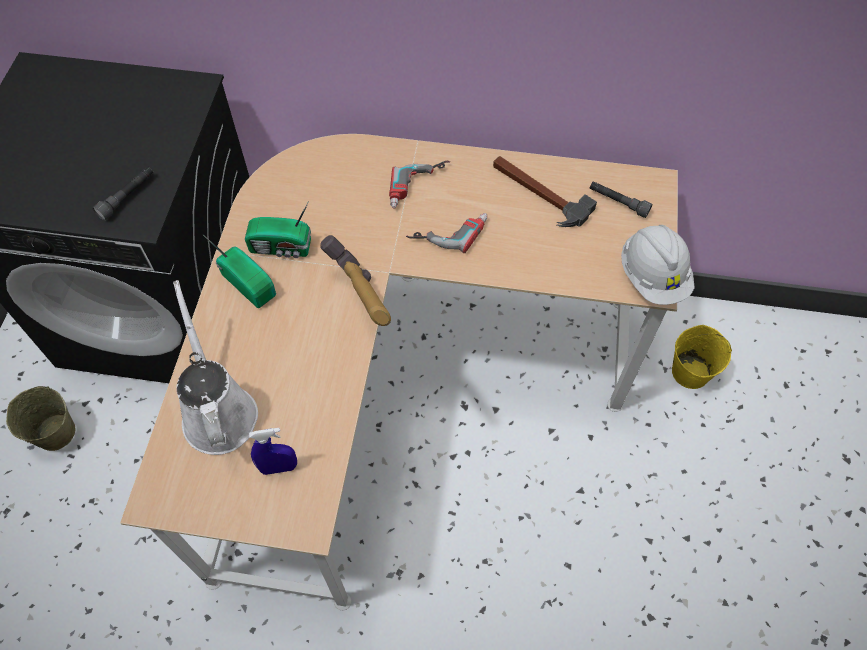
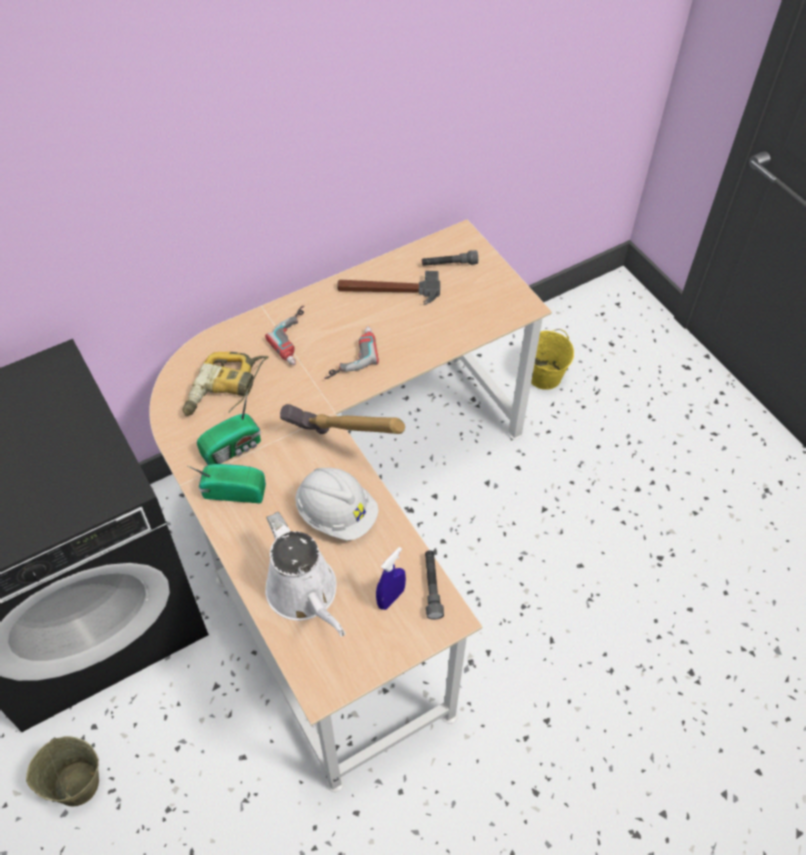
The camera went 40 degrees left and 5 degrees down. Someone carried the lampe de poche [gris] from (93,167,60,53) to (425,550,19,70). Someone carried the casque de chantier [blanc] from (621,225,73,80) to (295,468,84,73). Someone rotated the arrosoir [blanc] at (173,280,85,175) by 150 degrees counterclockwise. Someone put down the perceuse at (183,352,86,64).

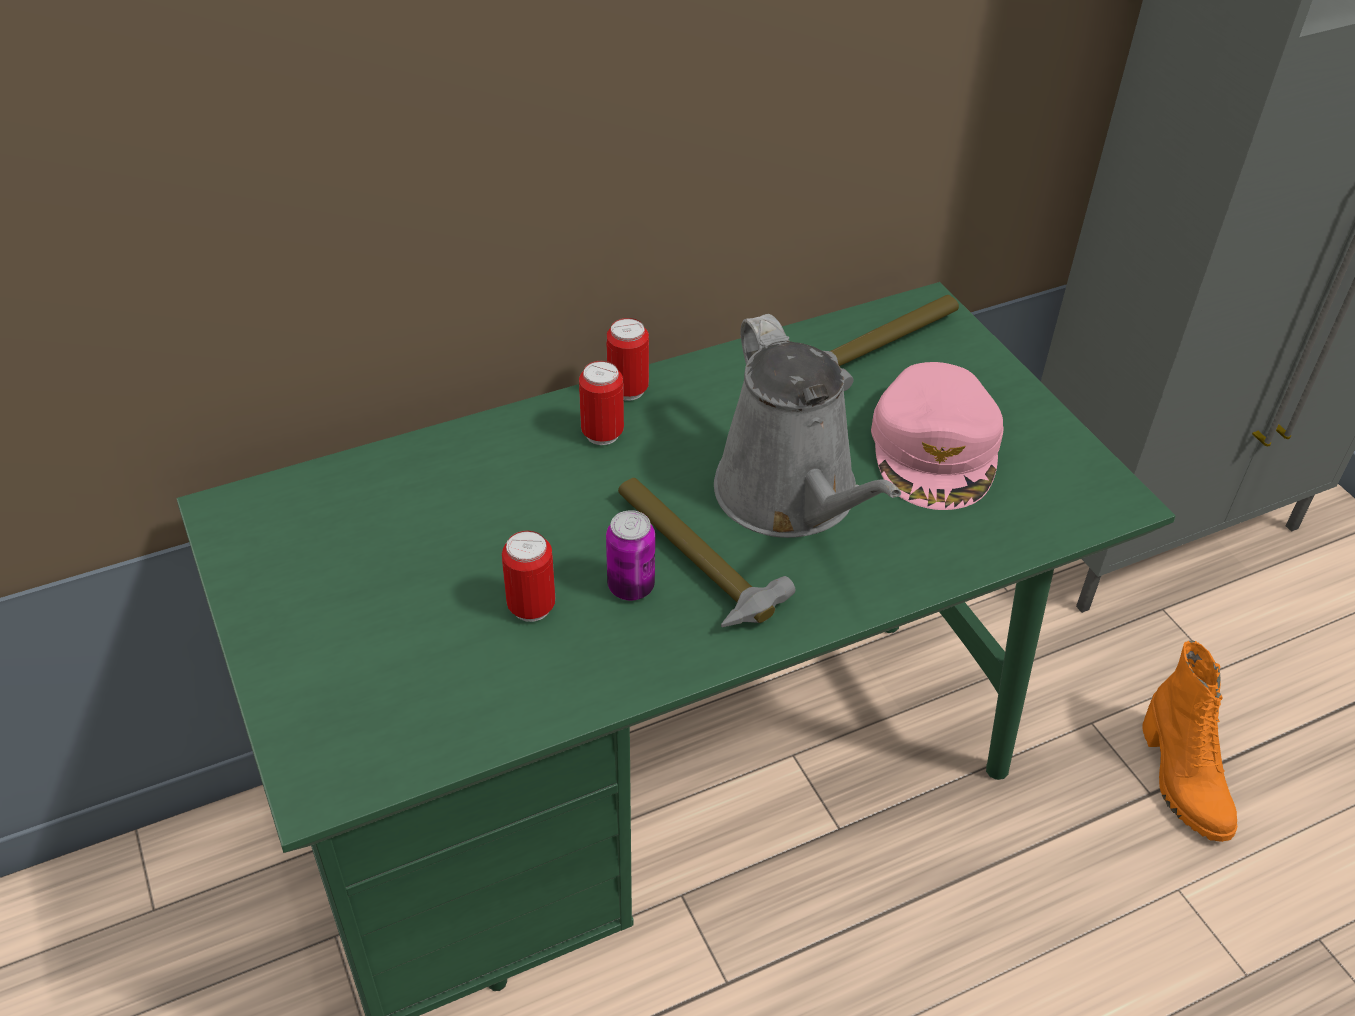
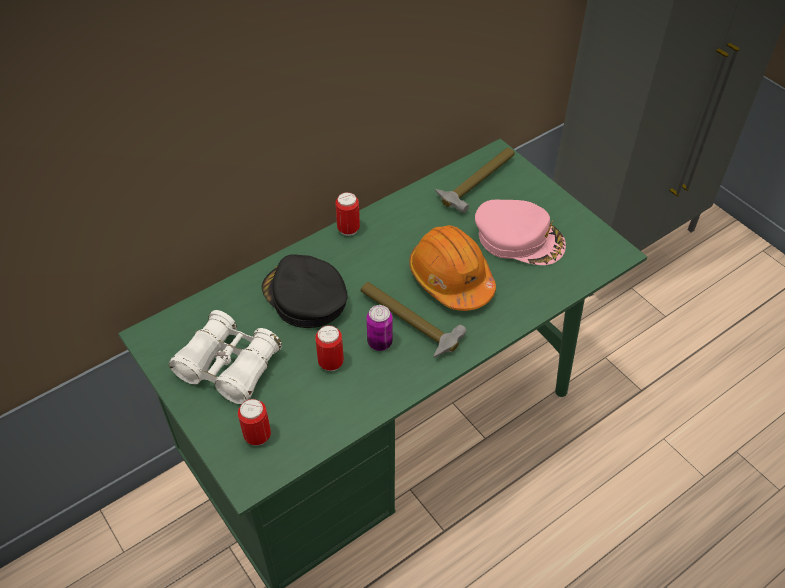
The camera went 10 degrees left and 5 degrees up. Someone swapped the arrosoir [gris] at (714,314,187,224) for the casque de chantier [orange] at (409,225,87,86). Someone carried the boîte métallique from (579,361,45,84) to (238,399,33,47). Someone rotated the casquette [rose] at (871,362,133,148) by 60 degrees counterclockwise. Someone took away the botte [orange] at (1142,641,95,201). Someone put down the casquette [noir] at (262,254,86,74). Someone put down the jumelles [blanc] at (169,310,113,94).

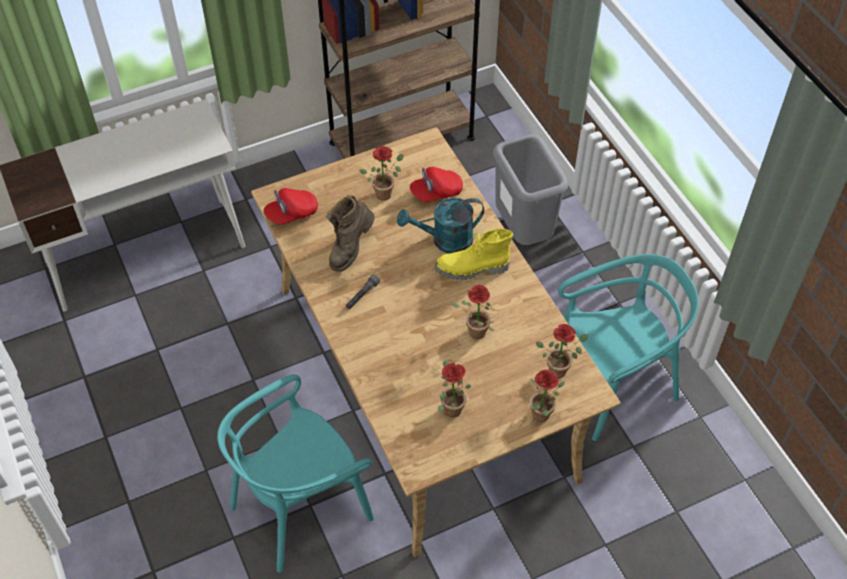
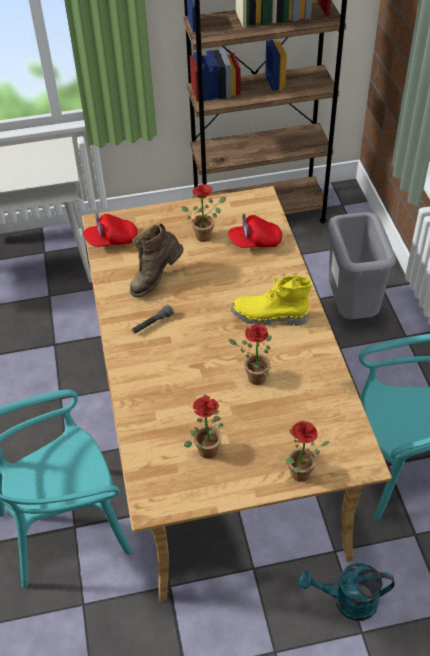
The camera went 15 degrees right and 5 degrees down. Someone carried the arrosoir [turquoise] from (397,198,87,55) to (298,563,97,58). Someone took away the plante en pot at (536,324,52,54).

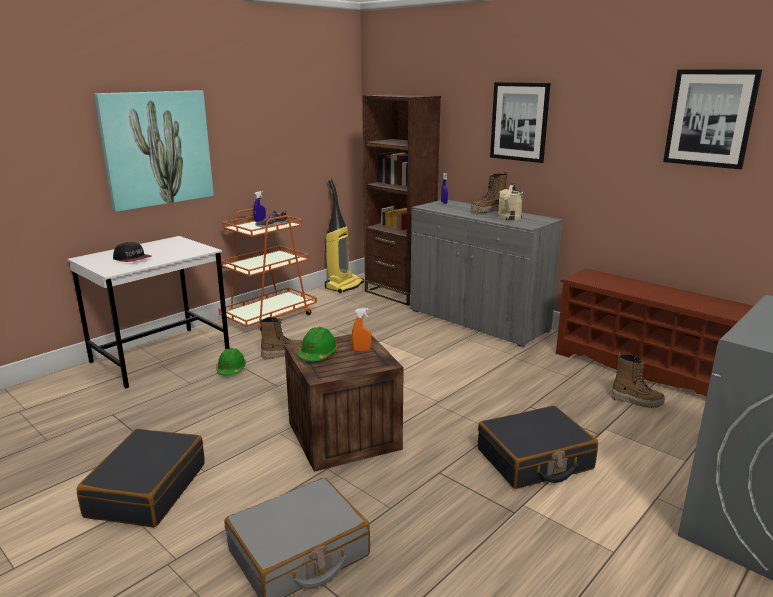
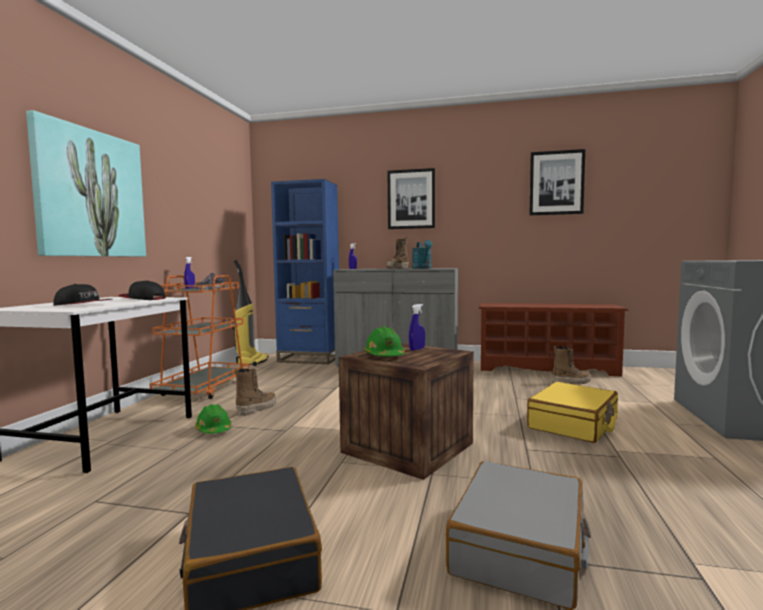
The camera went 30 degrees left and 15 degrees down. Someone repainted the bibliothèque [marron] at (363,94,78,212), which became the bibliothèque [bleu] at (271,179,68,185). Someone repainted the arrosoir [beige] at (498,183,25,37), which became the arrosoir [turquoise] at (412,240,21,29). Someone repainted the vaporisateur [orange] at (352,308,20,43), which became the vaporisateur [bleu] at (409,304,16,47). Someone repainted the valise [noir] at (478,406,120,83), which became the valise [jaune] at (527,382,91,61). Someone put down the casquette at (118,280,48,20).

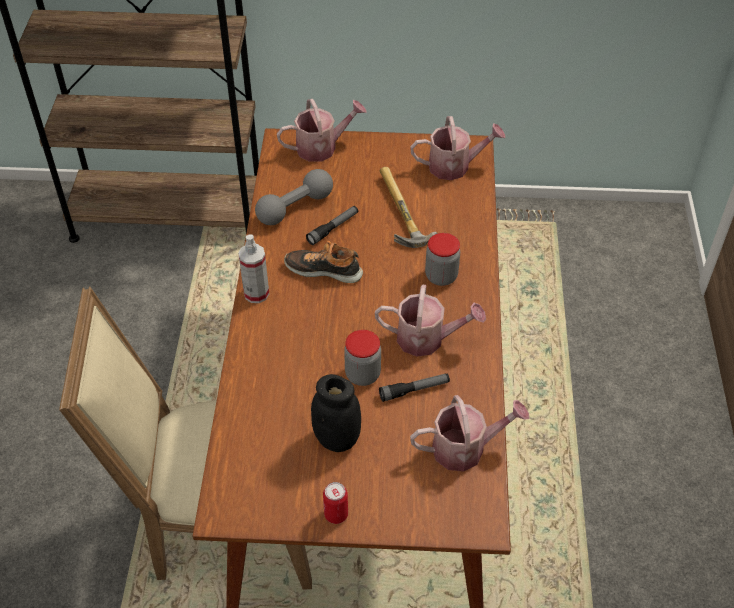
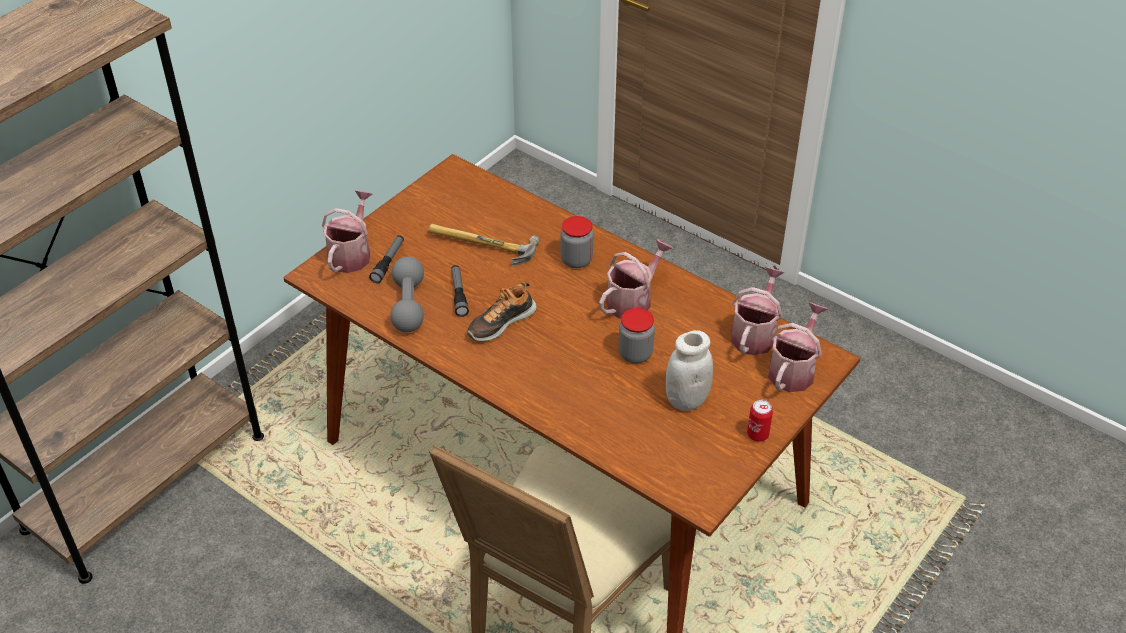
The camera went 55 degrees left and 5 degrees down. Someone carried the arrosoir from (410,116,95,64) to (768,302,60,90). Someone took away the vaporisateur at (238,234,31,69). Someone repainted the bocal [noir] at (311,374,50,78), which became the bocal [blanc] at (666,330,47,81). Someone carried the lampe de poche from (379,374,71,28) to (369,235,35,48).

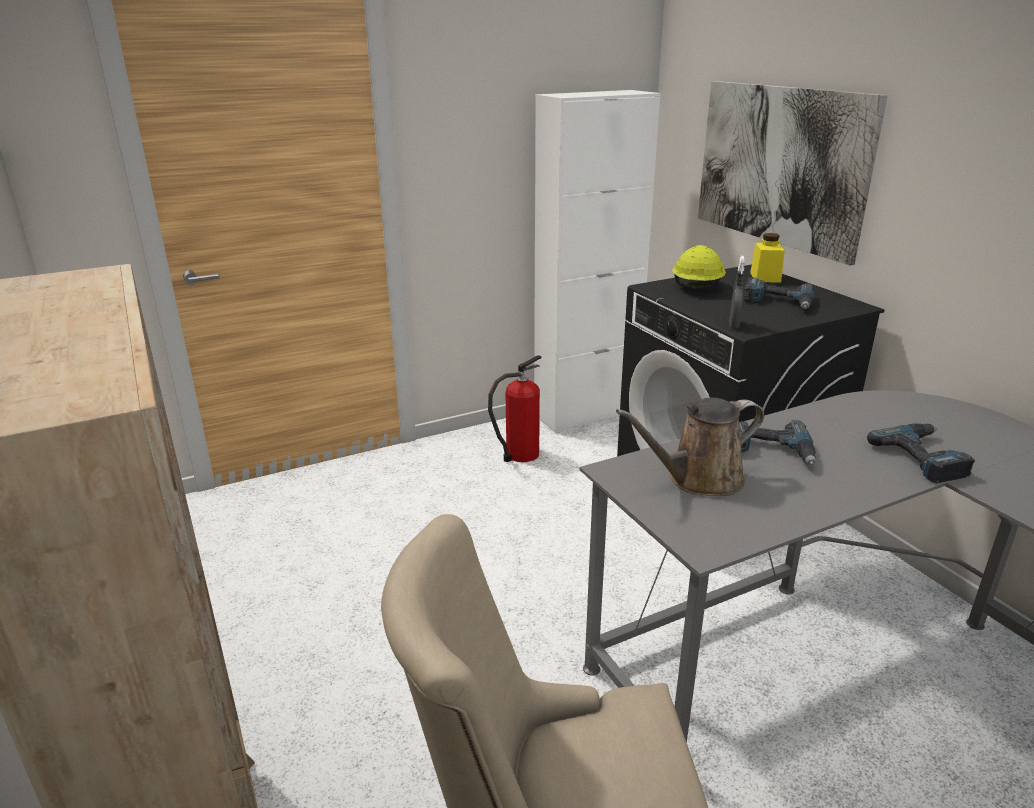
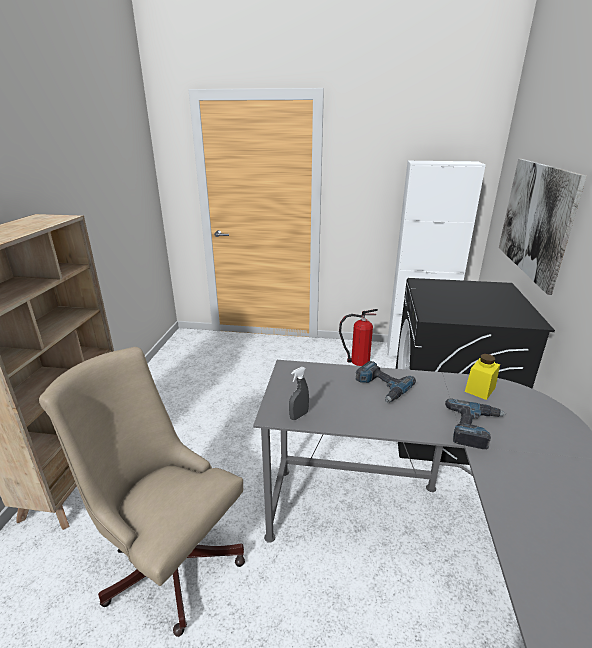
The camera went 35 degrees right and 0 degrees up. Someone carried the bocal [jaune] from (750,233,35,50) to (465,354,35,46). Someone took away the casque de chantier [jaune] at (672,245,54,45). Someone carried the vaporisateur [gris] from (729,256,16,73) to (289,367,20,53). Someone took away the perceuse at (743,277,71,32). Someone took away the arrosoir [marron] at (616,398,148,98).

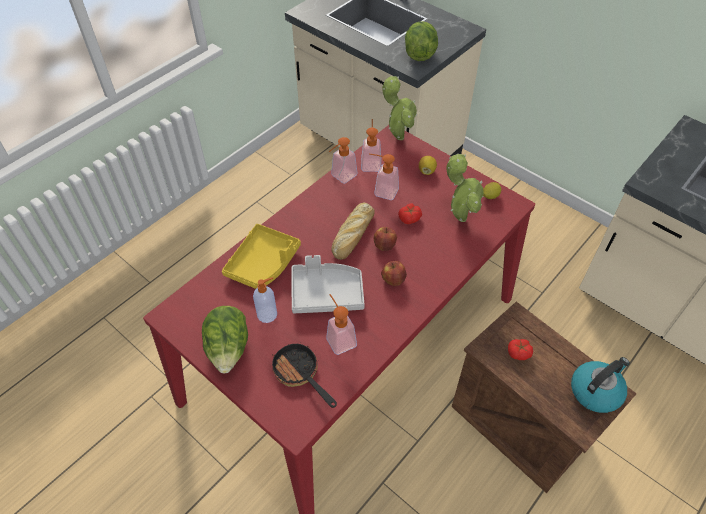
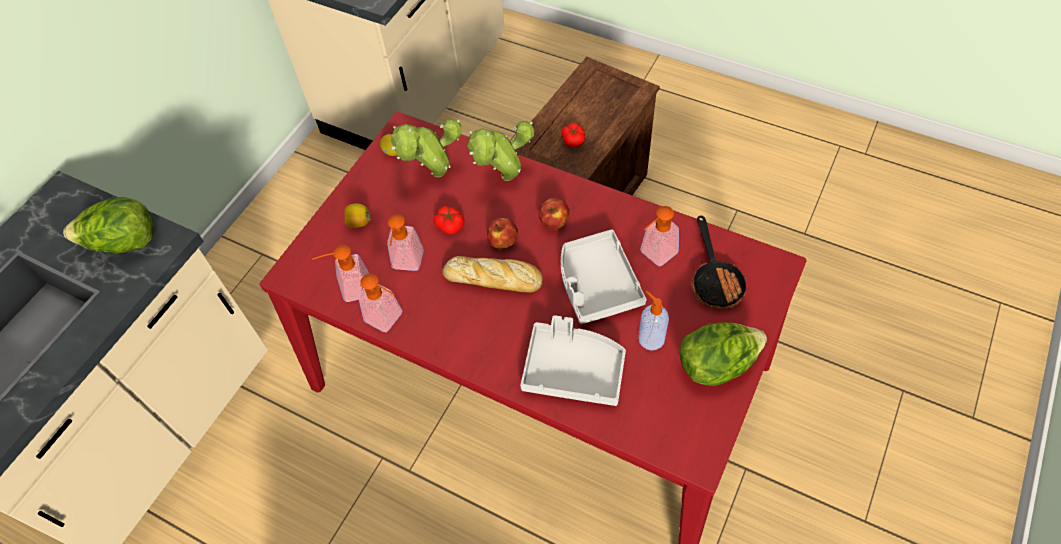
The camera went 100 degrees left and 5 degrees up. Someone carried the plante en pot from (382,76,35,64) to (467,121,67,60). Someone repainted the plateau [jaune] at (222,224,79,65), which became the plateau [gris] at (520,315,106,91). Someone rotated the poêle at (270,342,67,66) by 45 degrees counterclockwise. Someone took away the bouilloire at (571,357,59,56).

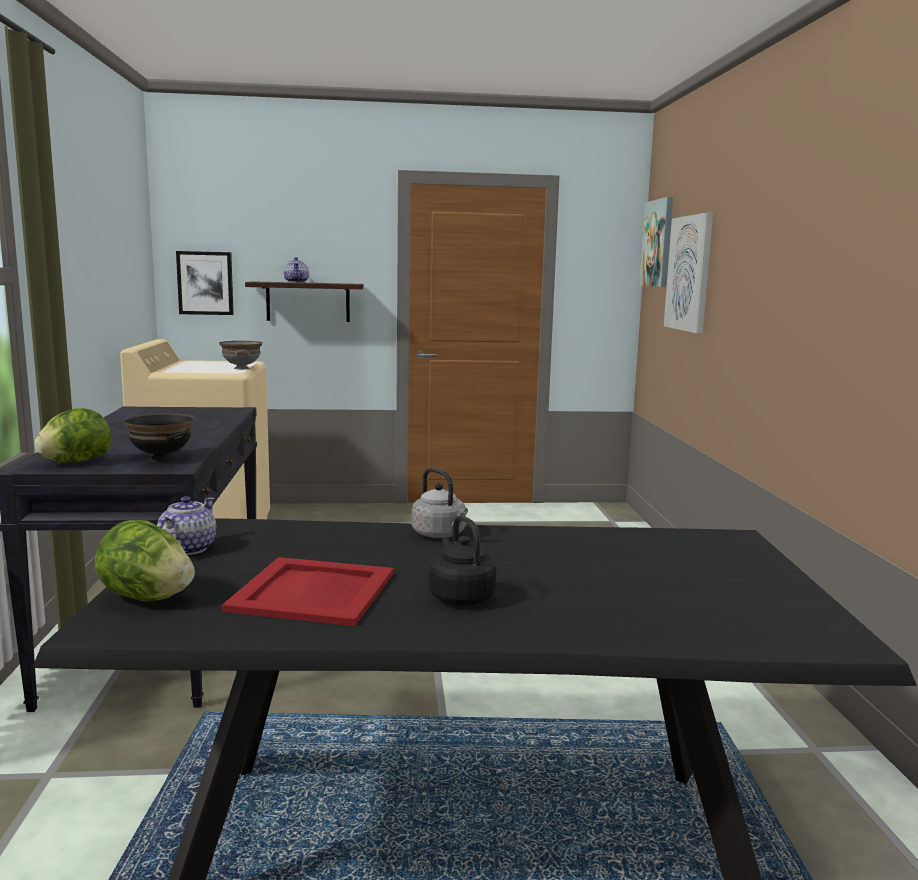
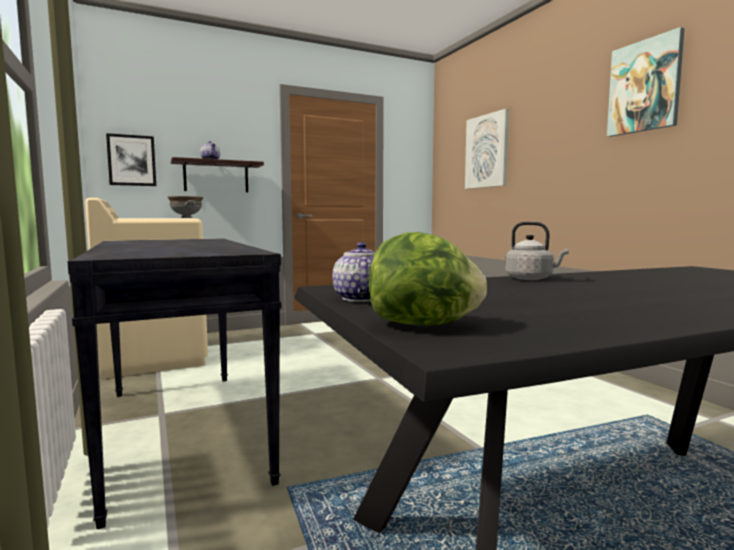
The camera went 20 degrees left and 5 degrees down. Someone carried the tableau from (639,197,34,90) to (607,27,78,110). Someone took away the laitue at (35,408,76,55). Someone took away the bol [noir] at (124,413,70,49). Someone took away the bouilloire [noir] at (429,515,67,90). Someone took away the plateau [rouge] at (222,557,172,69).

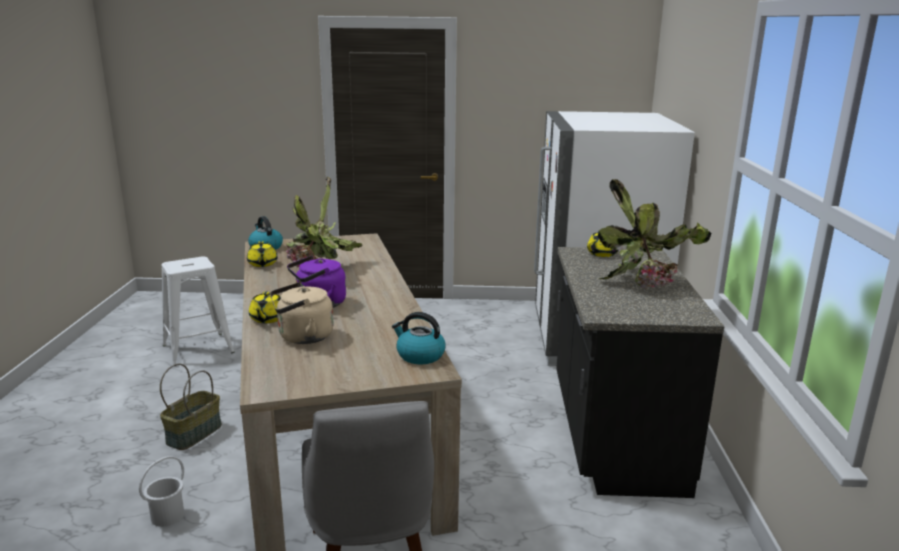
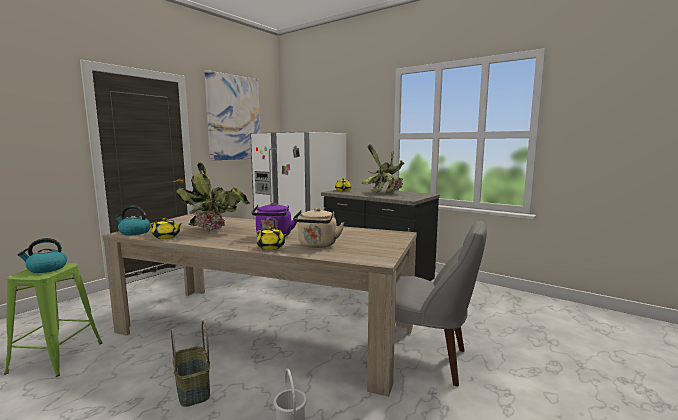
The camera went 55 degrees left and 10 degrees down. Someone repainted the tabouret [blanc] at (162,257,72,108), which became the tabouret [vert] at (4,264,99,113). Someone carried the bouilloire from (392,312,53,52) to (17,238,50,35). Someone put up the tableau at (204,70,56,90).

